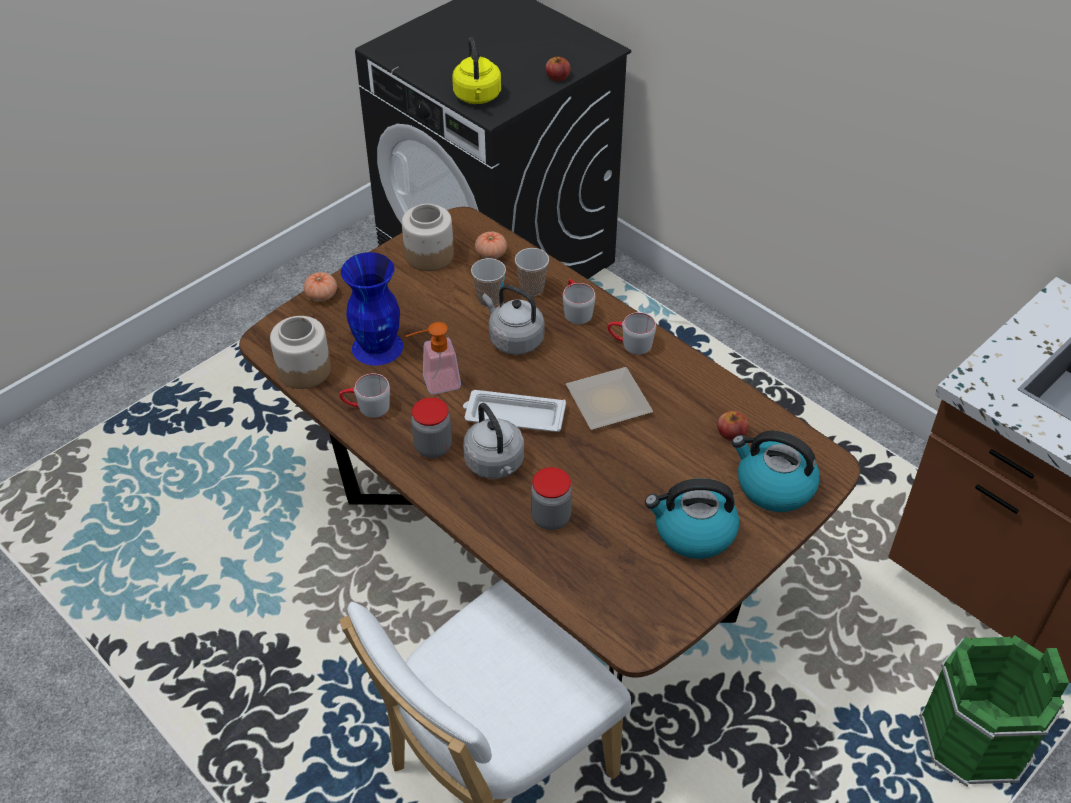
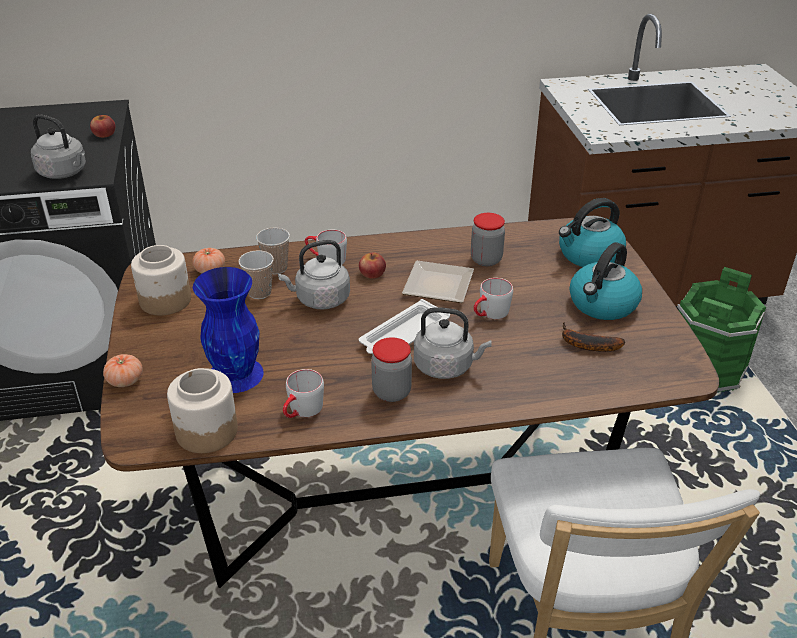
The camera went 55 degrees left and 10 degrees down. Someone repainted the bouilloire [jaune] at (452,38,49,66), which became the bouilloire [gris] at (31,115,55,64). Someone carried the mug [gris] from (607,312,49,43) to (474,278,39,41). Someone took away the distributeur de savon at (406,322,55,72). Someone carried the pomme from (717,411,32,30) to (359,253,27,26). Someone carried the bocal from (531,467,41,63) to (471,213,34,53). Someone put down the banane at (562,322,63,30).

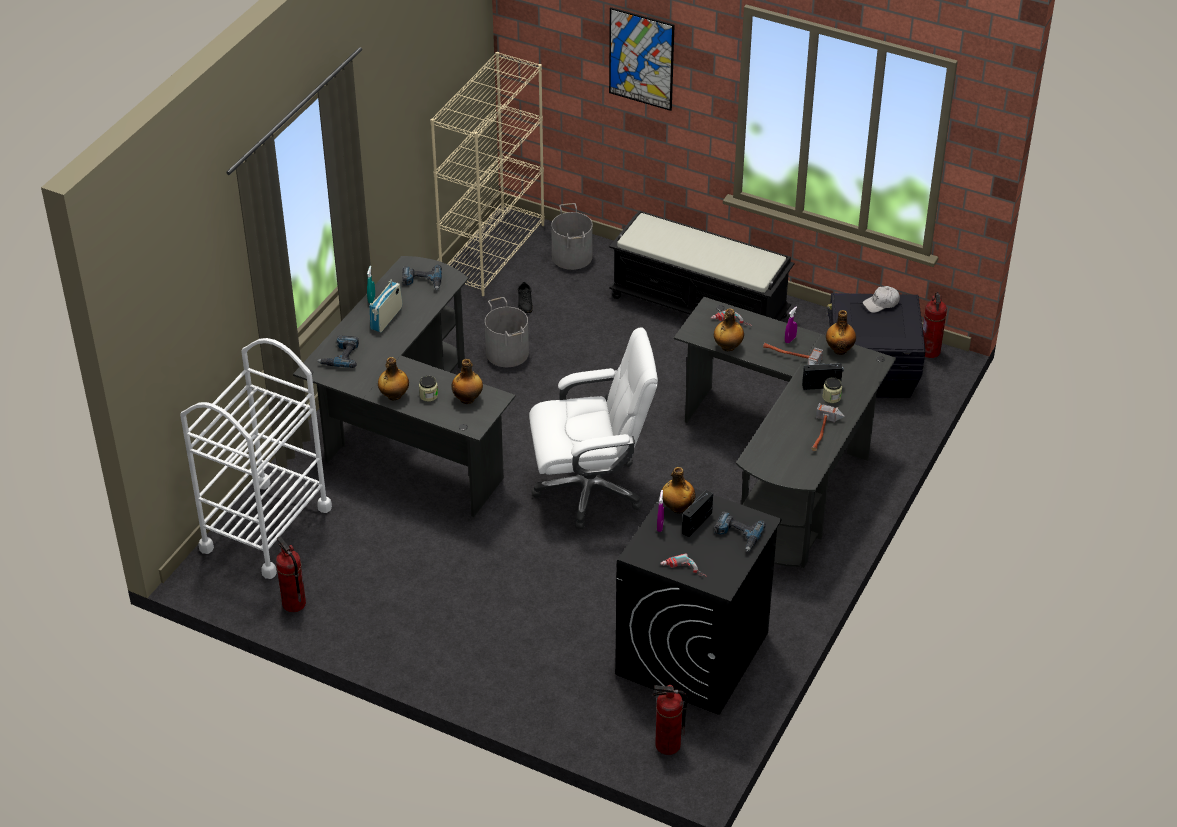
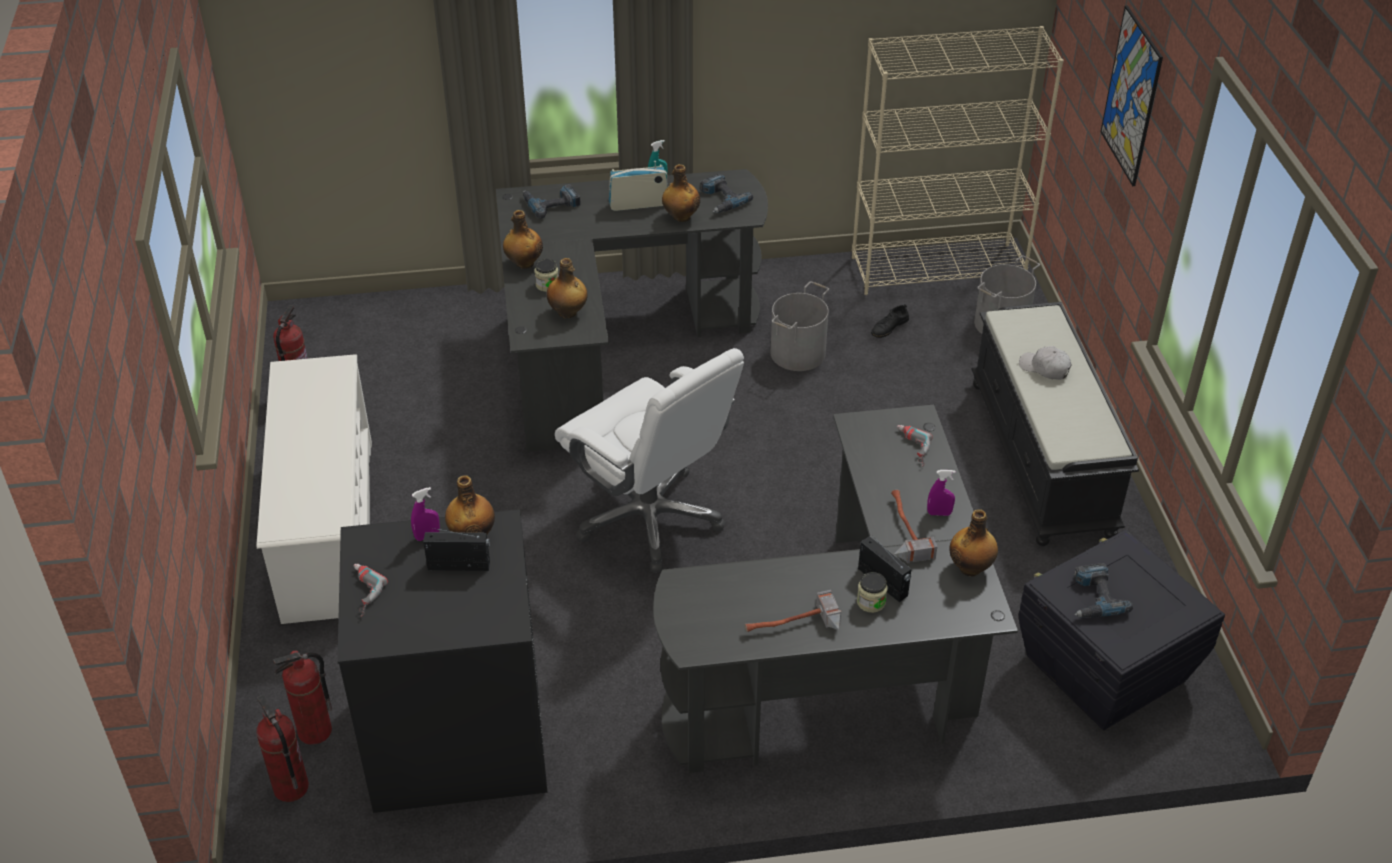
The camera went 55 degrees right and 0 degrees up. Someone carried the casquette [blanc] from (863,286,37,27) to (1019,346,53,34). Someone carried the extincteur from (923,292,24,66) to (273,651,59,94). Someone carried the bouteille from (714,308,30,43) to (662,164,38,58). Someone took away the chariot [blanc] at (180,338,152,241). Someone carried the perceuse from (714,511,52,41) to (1074,563,59,55). Someone put down the étagère à chaussures [blanc] at (256,354,116,270).

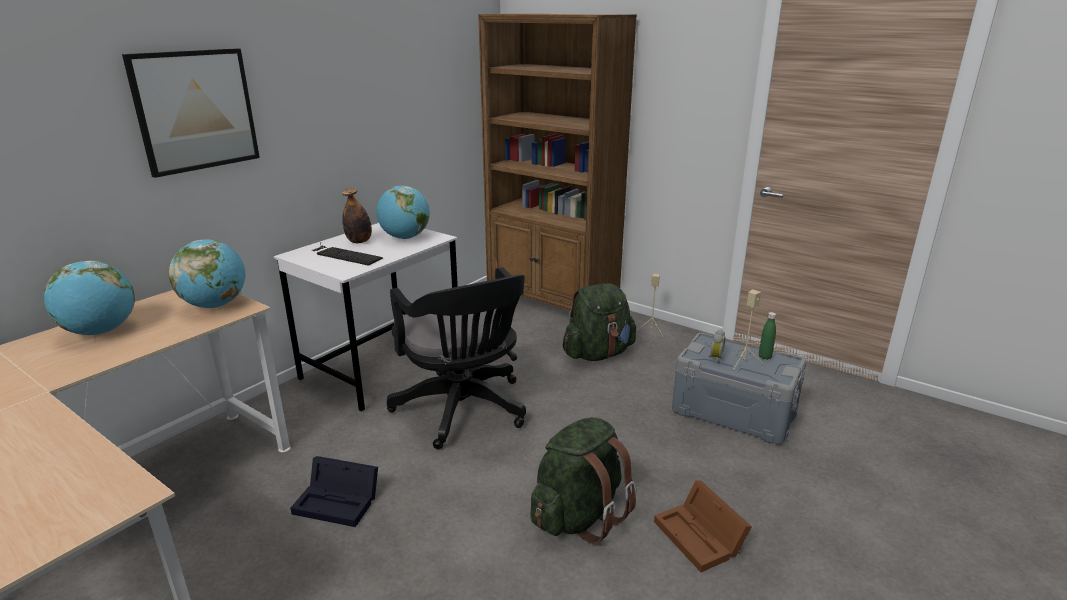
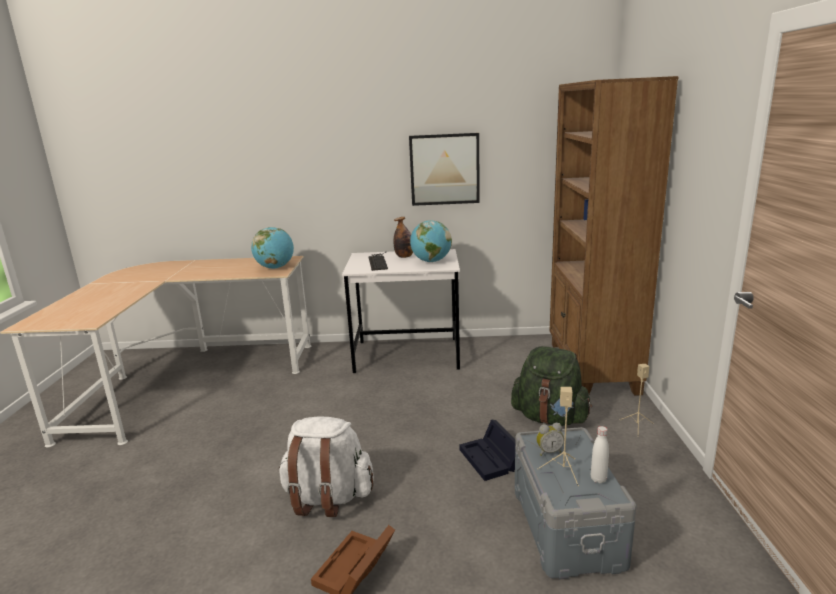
The camera went 55 degrees right and 5 degrees down. Someone carried the tableau from (122,48,138,130) to (409,133,71,73). Someone took away the globe at (44,261,91,74). Someone took away the chaise de bureau [noir] at (387,267,139,182). Someone repainted the bouteille [vert] at (759,312,17,48), which became the bouteille [blanc] at (591,426,18,57). Someone repainted the sac à dos [vert] at (531,417,105,127), which became the sac à dos [blanc] at (278,416,96,101). Someone carried the boîte de rangement [noir] from (290,456,88,71) to (459,419,56,62).

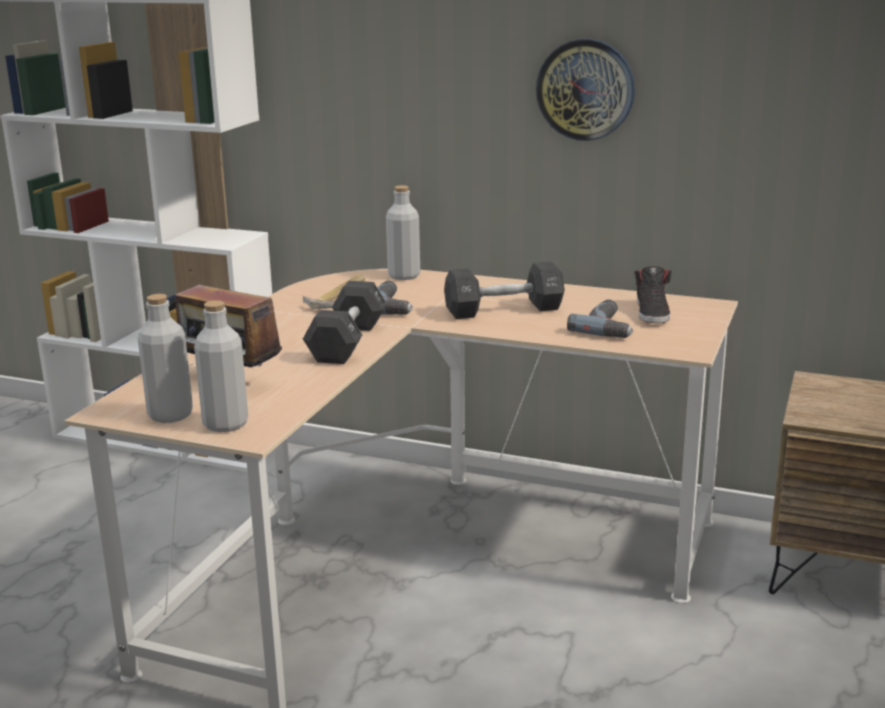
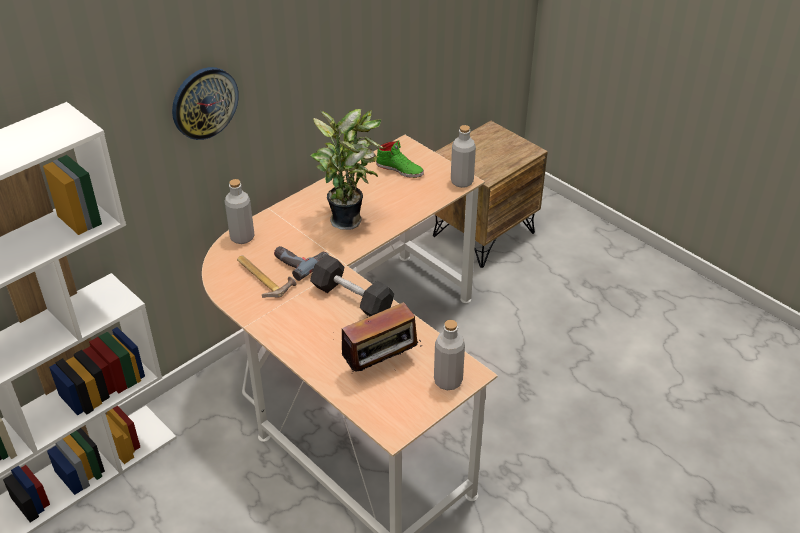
The camera went 65 degrees left and 20 degrees up. Someone carried the horloge murale from (536,39,99,102) to (172,67,67,73). Someone swapped the haltère [noir] at (444,261,121,58) for the plante en pot at (311,109,75,121). Someone repainted the chaussure [noir] at (634,266,38,57), which became the chaussure [vert] at (376,140,48,38). Someone carried the bouteille [gris] from (138,294,55,129) to (451,125,25,63). Someone took away the perceuse at (567,299,66,39).

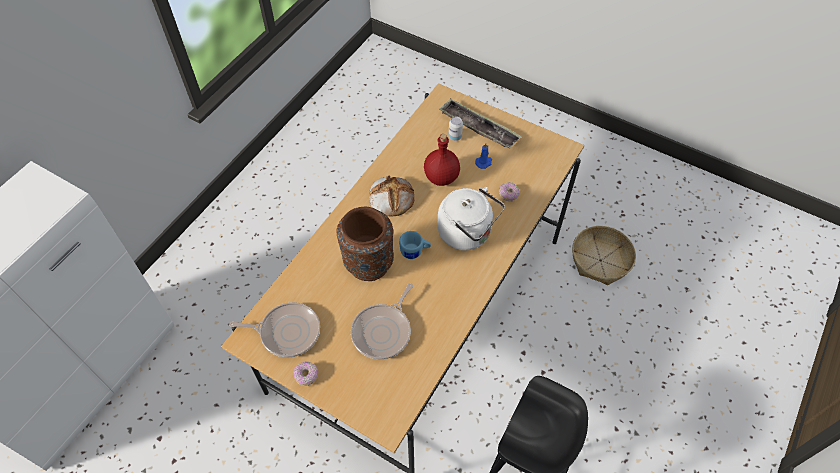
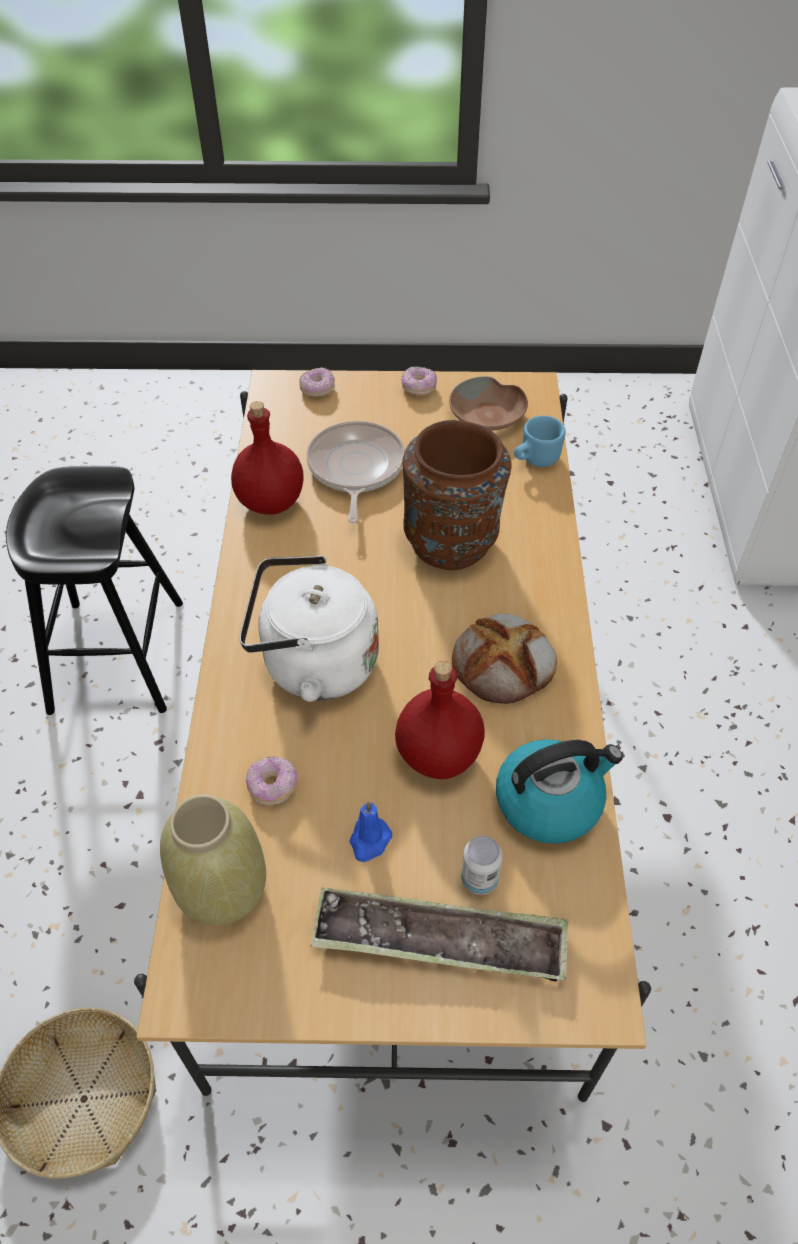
The camera went 150 degrees right and 5 degrees down. Someone carried the mug [bleu] from (399,231,32,28) to (514,416,52,51). Someone swapped the poêle at (229,302,91,56) for the bol [marron] at (449,376,79,55). Someone put down the beignet at (299,367,36,30). Someone put down the bouteille [rouge] at (231,401,73,114). Someone put down the bouilloire at (496,739,127,105). Someone put down the vase [beige] at (160,795,106,131).

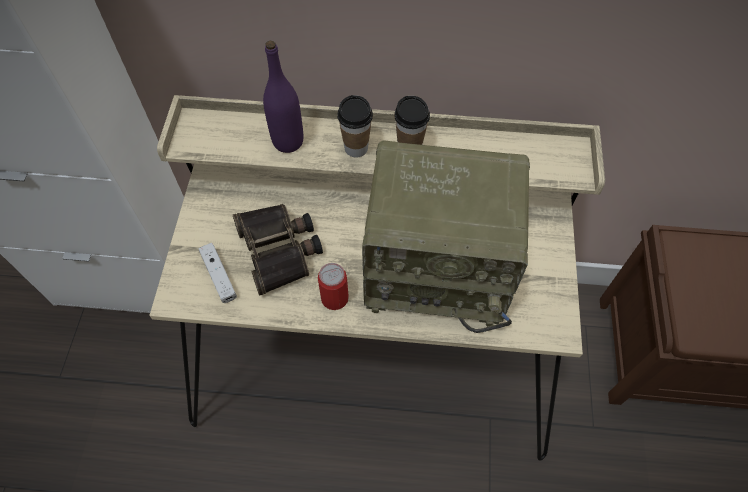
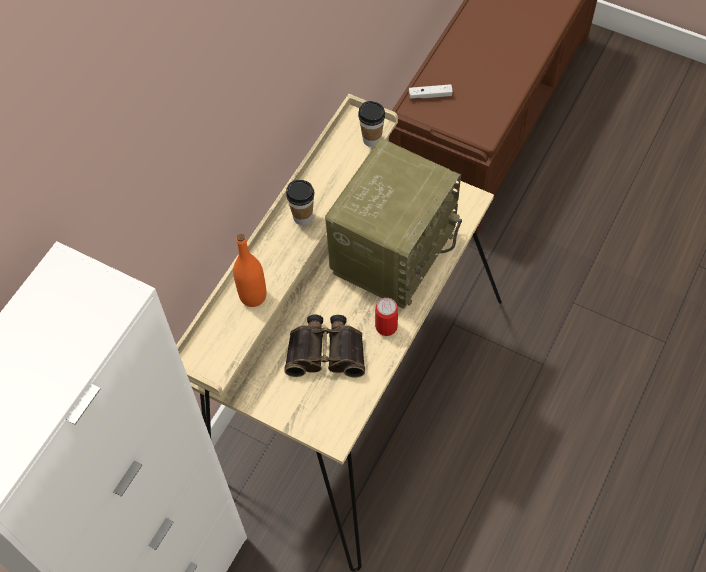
The camera went 65 degrees left and 0 degrees up. Someone repainted the bouteille [violet] at (263,41,40,112), which became the bouteille [orange] at (233,234,33,73). Someone carried the tasse from (337,95,36,63) to (358,101,27,46). Someone carried the manette [blanc] from (199,243,38,60) to (409,84,44,15).

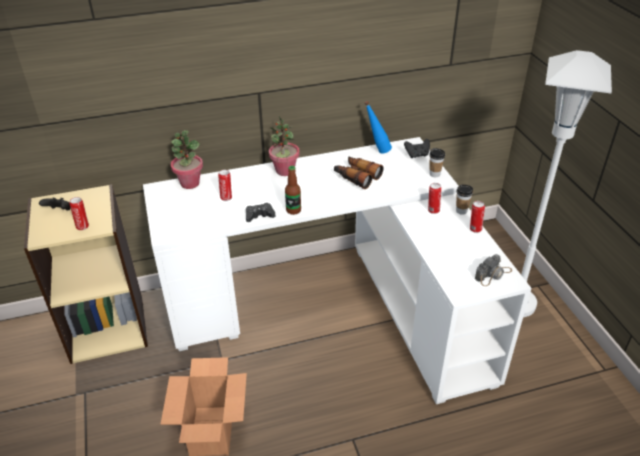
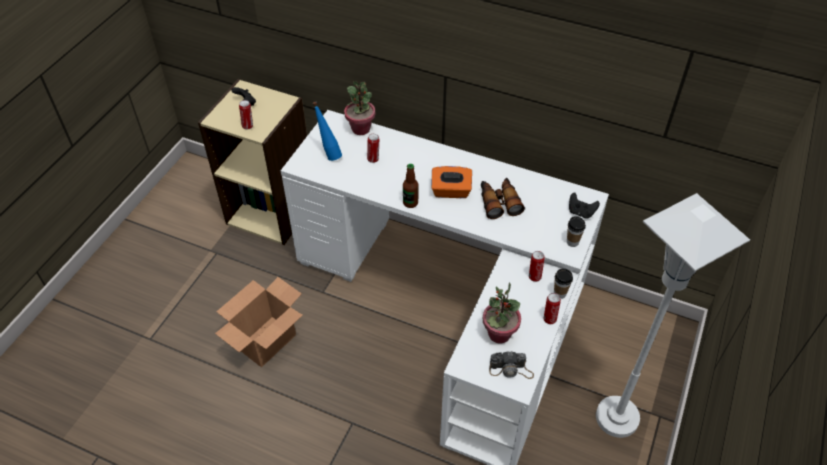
The camera went 40 degrees right and 10 degrees up. Someone carried the bouteille [bleu] from (364,101,28,52) to (312,102,30,59). Someone carried the plante en pot from (269,117,31,59) to (483,282,38,61). Someone took away the manette [noir] at (246,203,29,19). Someone put down the boîte à mouchoirs [orange] at (431,166,41,32).

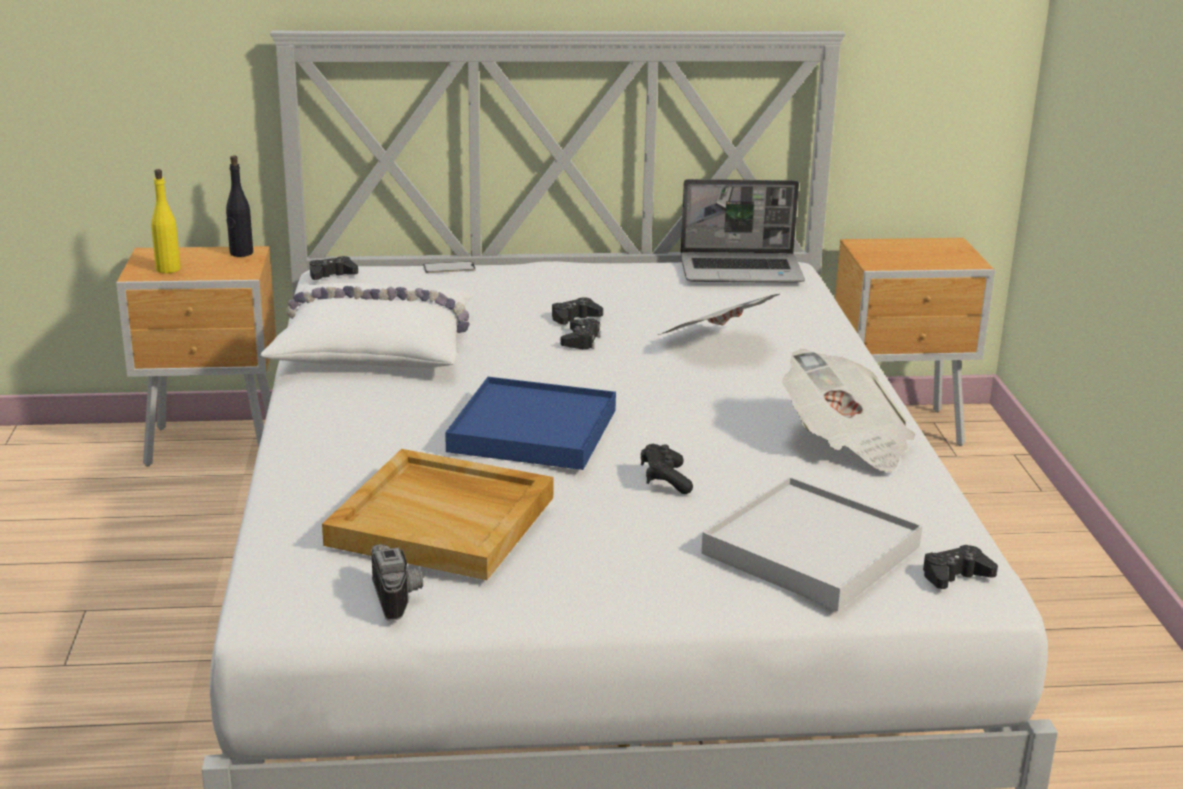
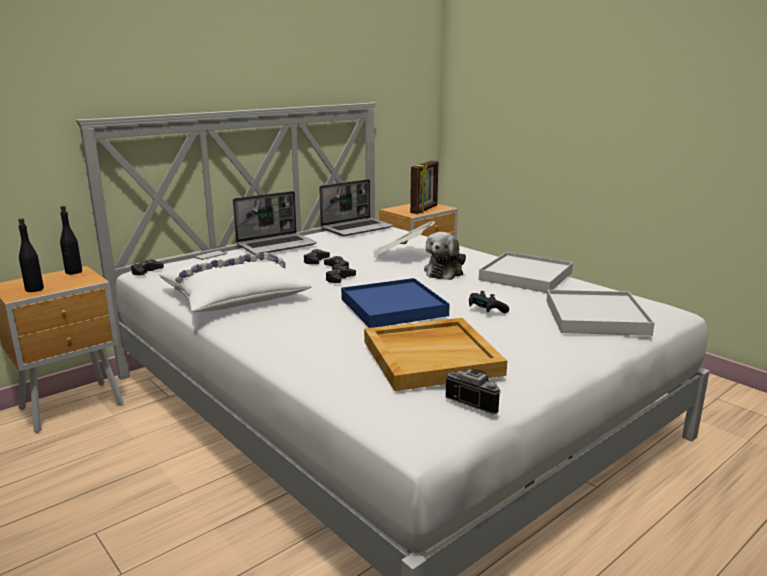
The camera went 35 degrees left and 5 degrees down. Someone repainted the bouteille [jaune] at (151,169,29,104), which became the bouteille [noir] at (18,218,26,74). Someone swapped the journal at (782,349,133,124) for the plateau [blanc] at (479,252,94,41). Someone carried the manette [noir] from (923,545,75,44) to (326,266,30,17). Someone put down the cadre photo at (410,161,28,53). Someone put down the ordinateur portable at (233,191,84,64). Someone put down the peluche at (424,232,42,48).

